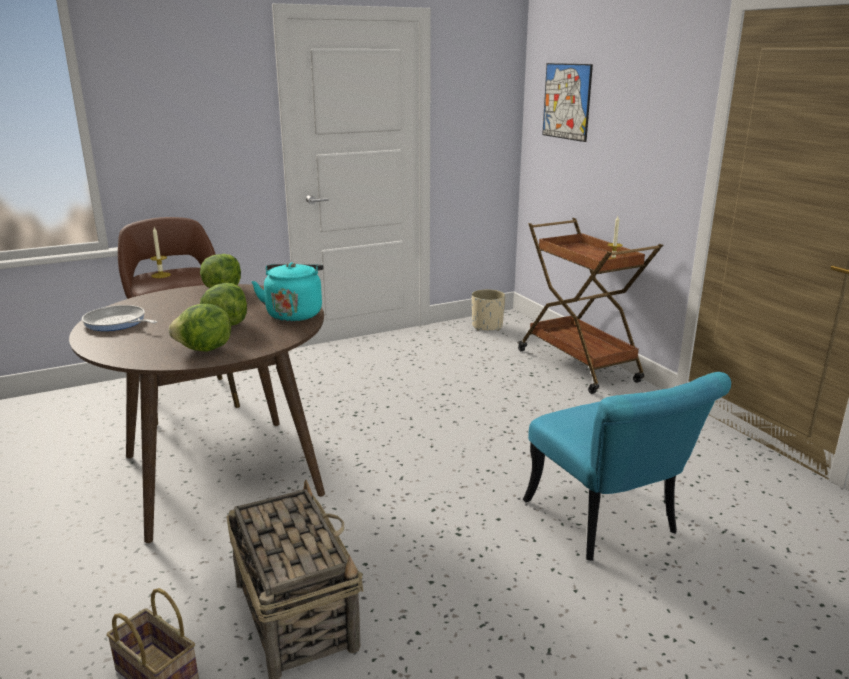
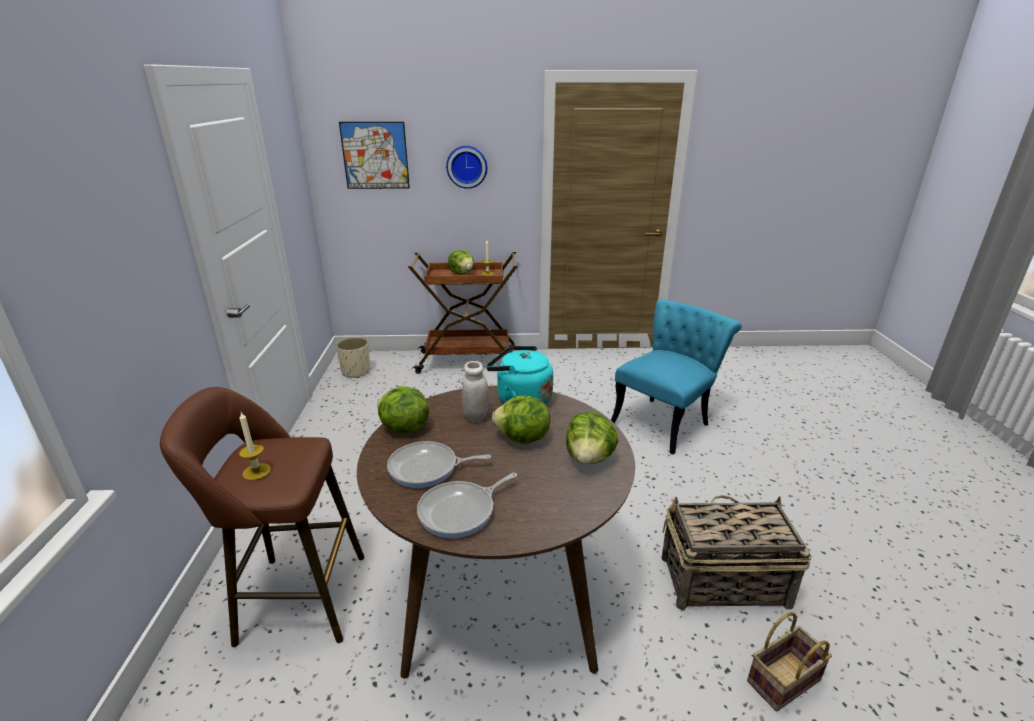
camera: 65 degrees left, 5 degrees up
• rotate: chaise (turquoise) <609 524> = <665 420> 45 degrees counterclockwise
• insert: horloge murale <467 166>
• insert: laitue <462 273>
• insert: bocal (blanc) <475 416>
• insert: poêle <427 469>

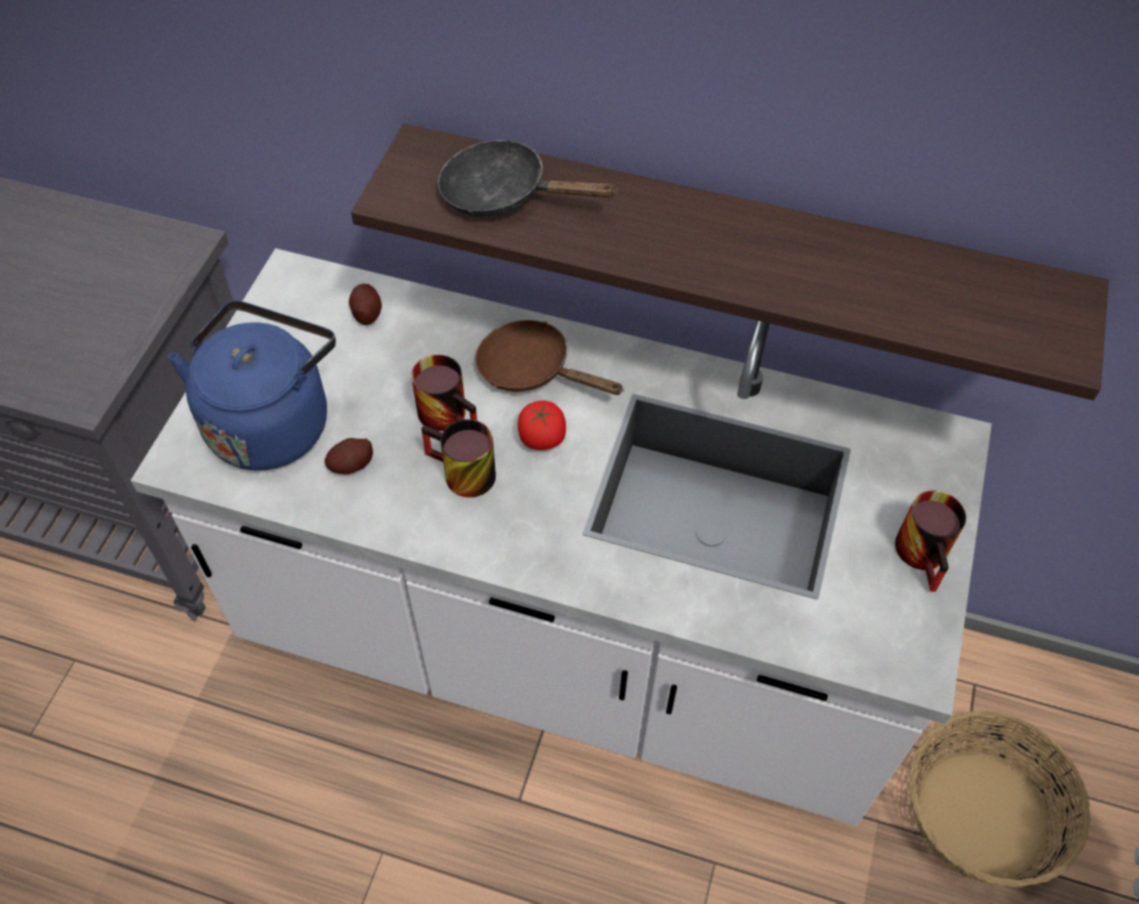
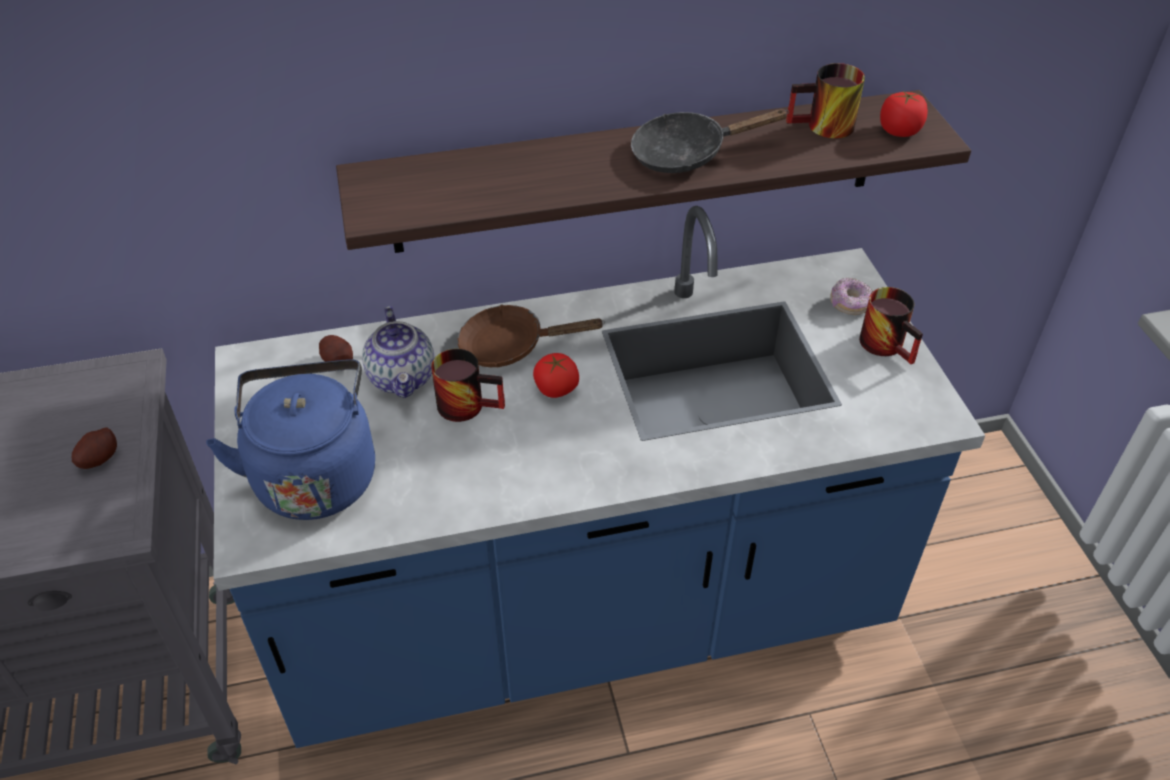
camera: 30 degrees left, 10 degrees down
• move: poêle (noir) <504 194> to <687 154>
• recolor: comptoir de cuisine (blanc) <567 643> to comptoir de cuisine (bleu) <585 612>
• move: mug <459 475> to <823 128>
• move: pomme de terre <351 465> to <99 459>
• delete: panier <980 812>
• insert: tomate <899 131>
• insert: beignet <849 304>
• insert: théière <403 378>

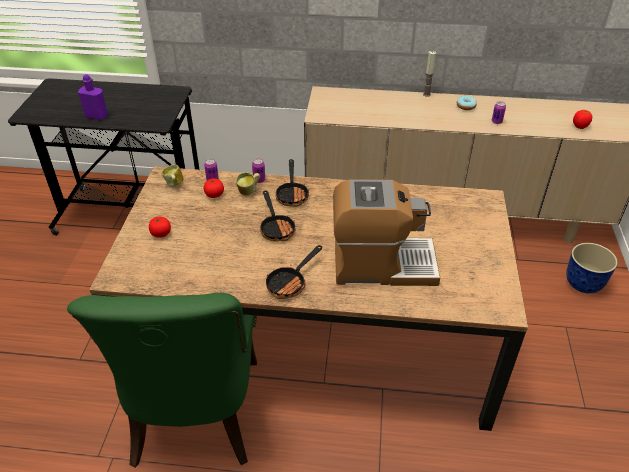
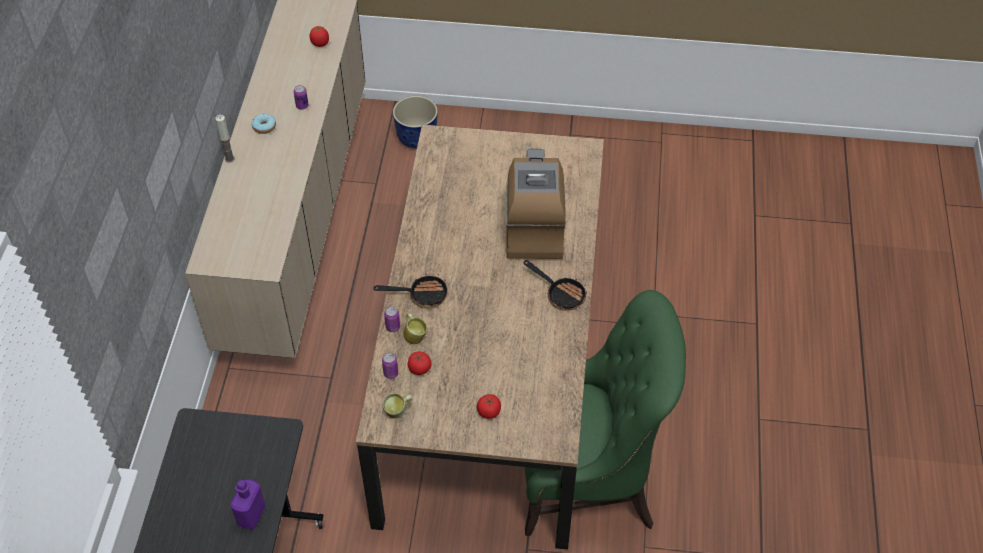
camera: 90 degrees left, 10 degrees up
• delete: poêle <276 228>

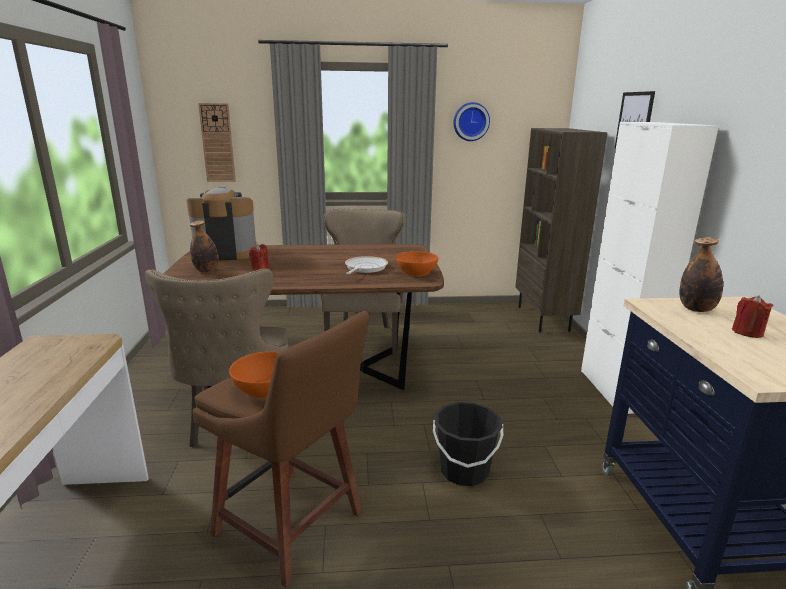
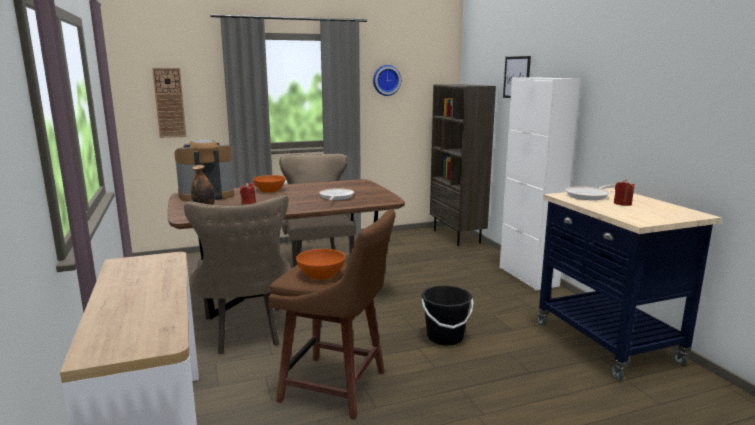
camera: 15 degrees left, 5 degrees down
• replace: bouteille <696 309> to poêle <589 195>
• move: bol (orange) <416 272> to <269 190>

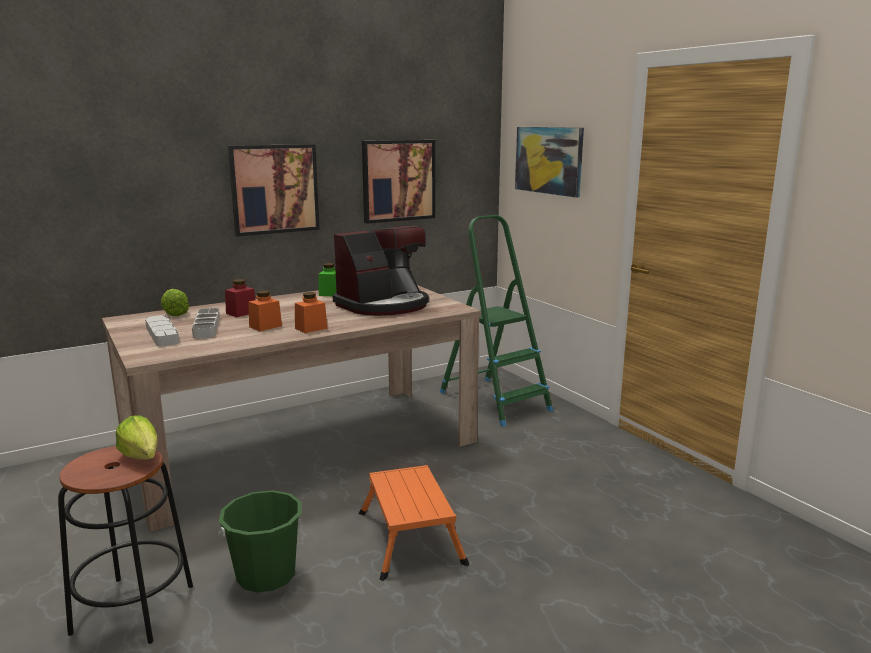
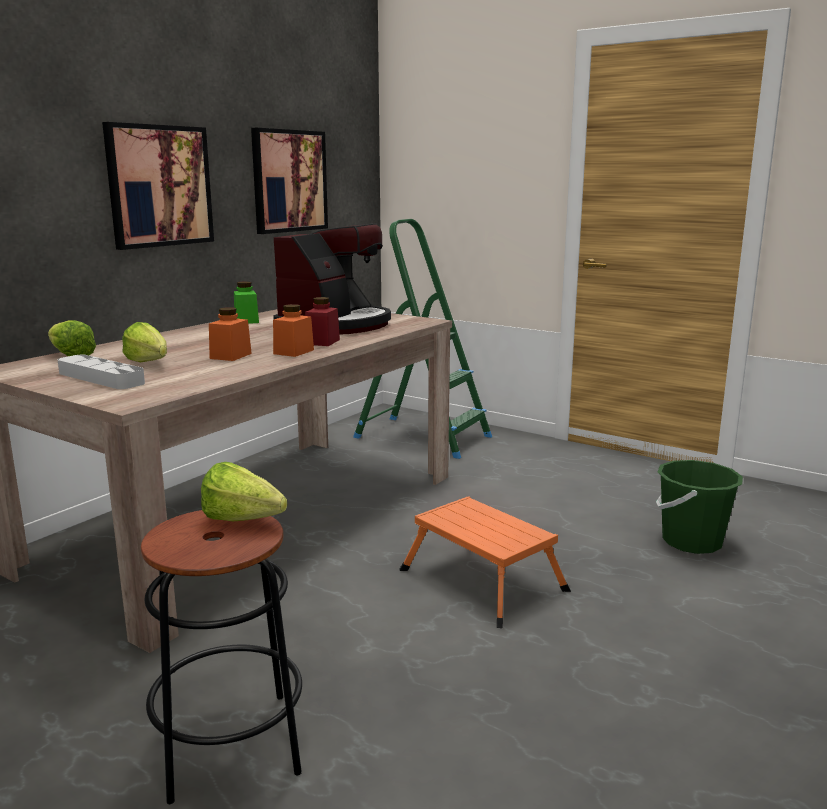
camera: 25 degrees left, 0 degrees up
• delete: tableau <549 160>
• move: bocal (rouge) <241 313> to <322 342>
• replace: plateau (gris) <207 327> to laitue <150 364>
• move: seau (vert) <266 575> to <691 541>

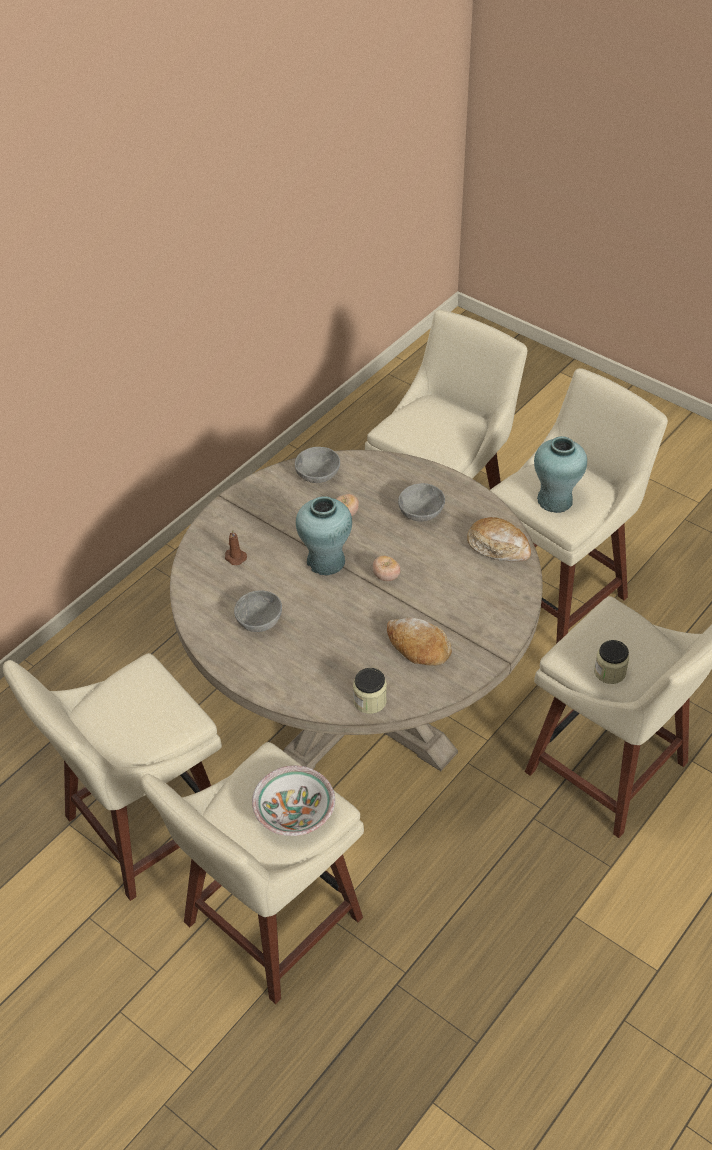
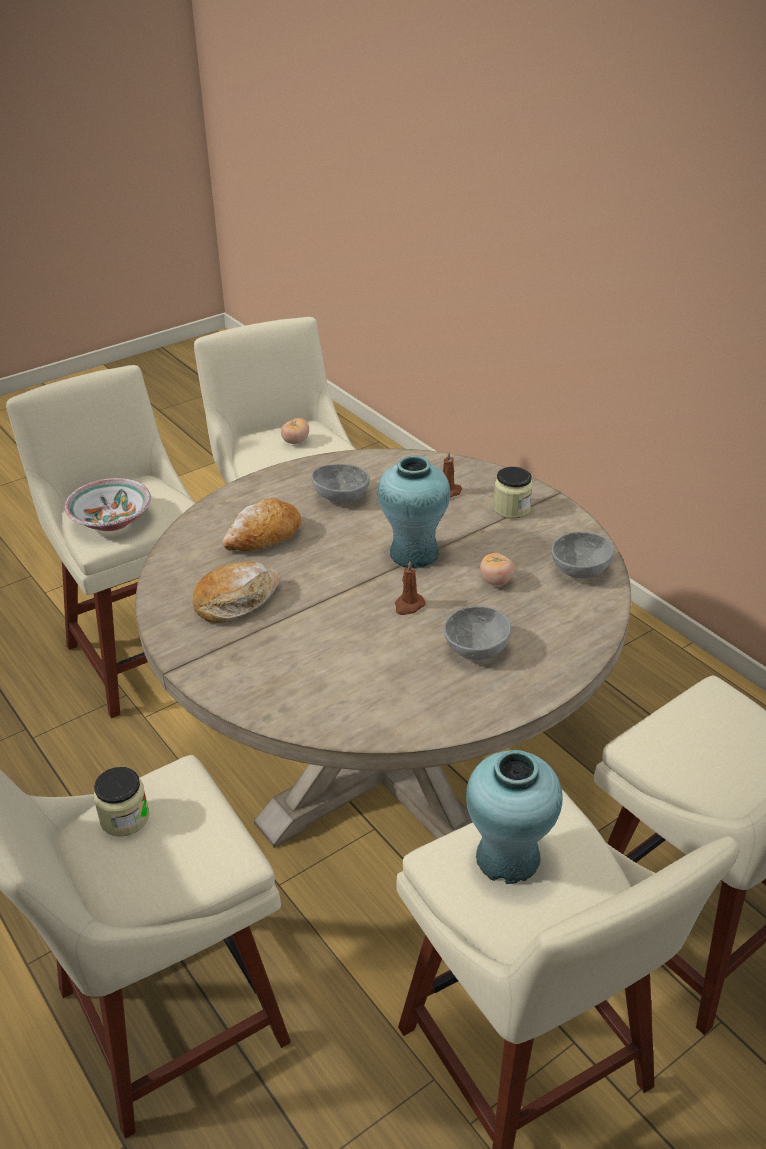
camera: 105 degrees right, 10 degrees down
• move: pain <498 547> to <264 537>
• move: tomate <386 576> to <295 441>
• move: bocal <369 701> to <512 508>
• insert: bougie (marron) <408 606>

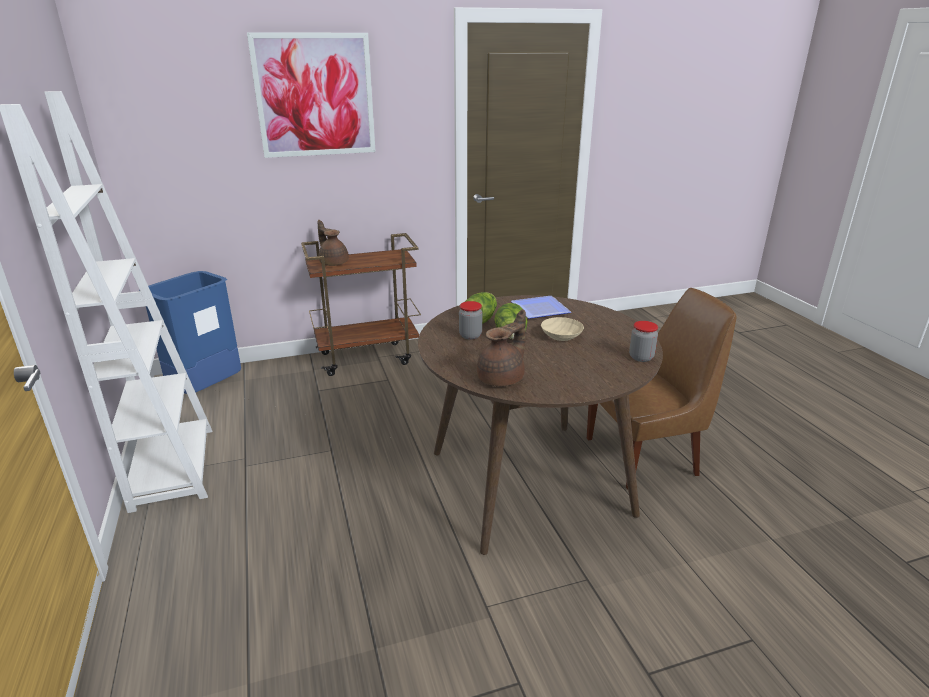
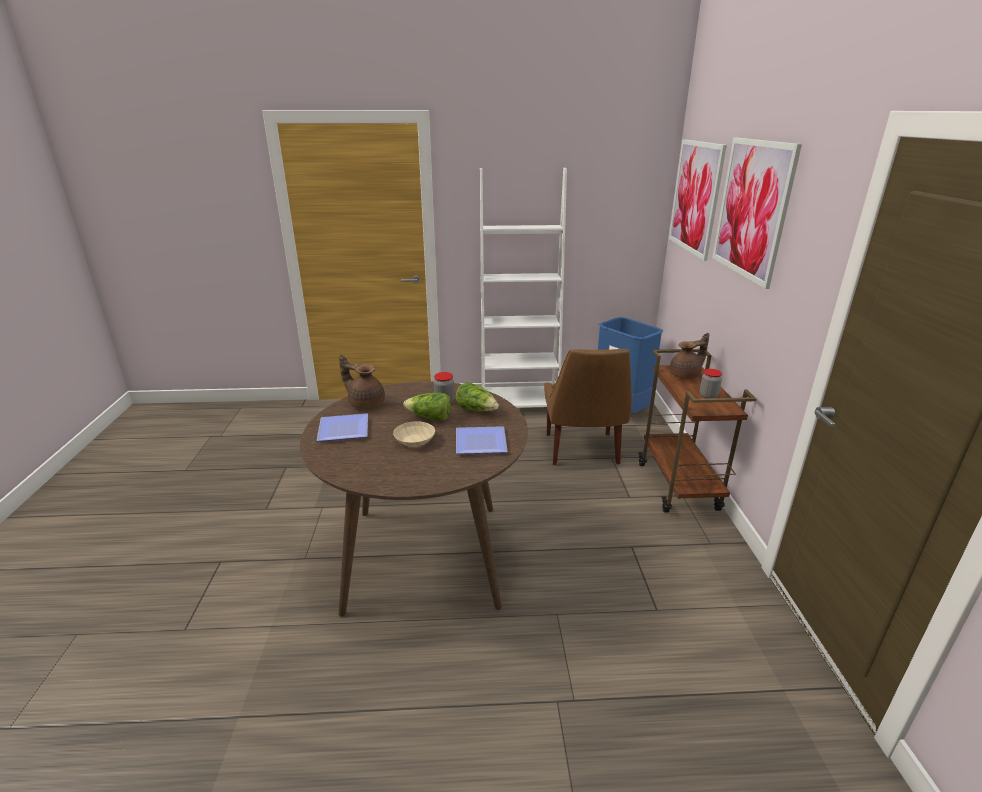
camera: 105 degrees right, 0 degrees up
• move: chaise (marron) <645 456> to <582 450>
• rotate: théière (marron) <502 378> = <365 403> 150 degrees clockwise
• move: bocal <641 357> to <708 396>
• insert: tableau <695 197>
• insert: assiette <345 430>

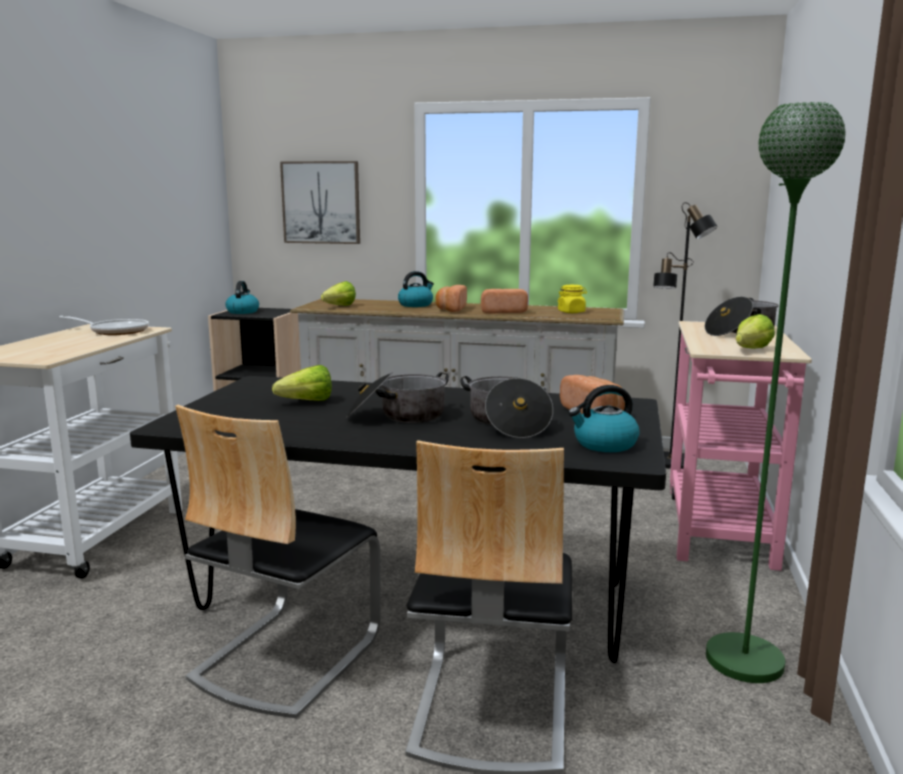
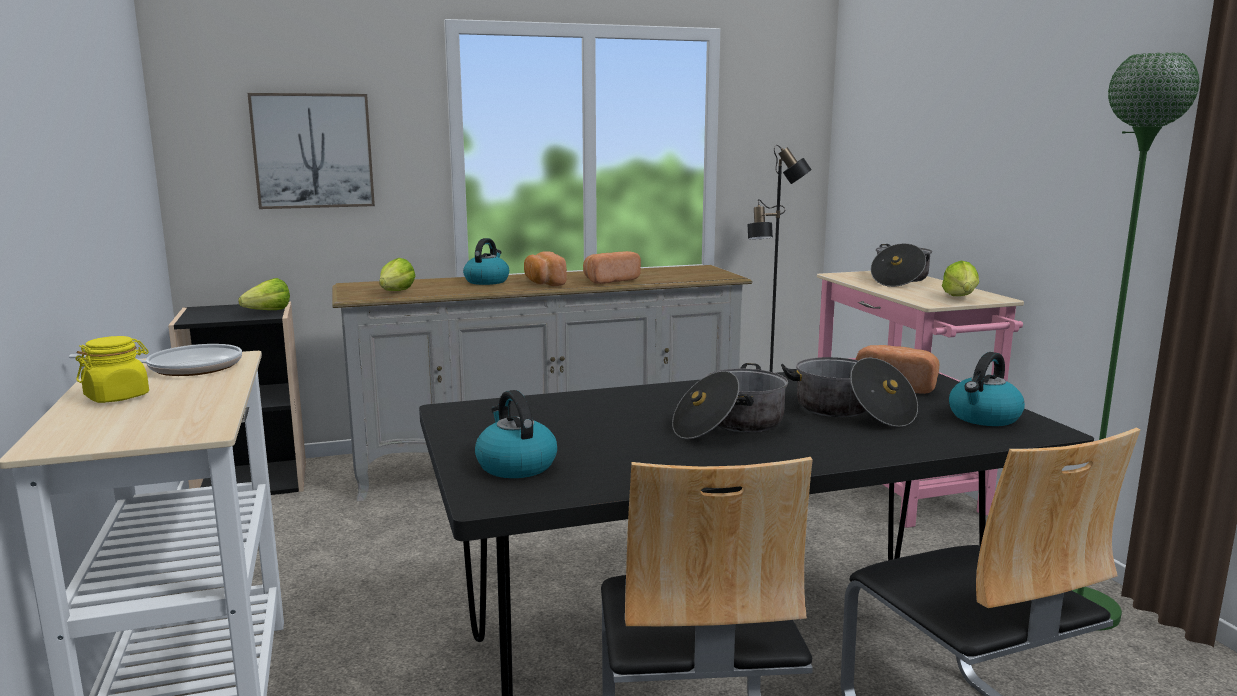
camera: 30 degrees left, 0 degrees up
• move: bouilloire <242 312> to <515 465>
• move: bocal (jaune) <571 312> to <117 397>
• move: laitue <301 402> to <263 312>

